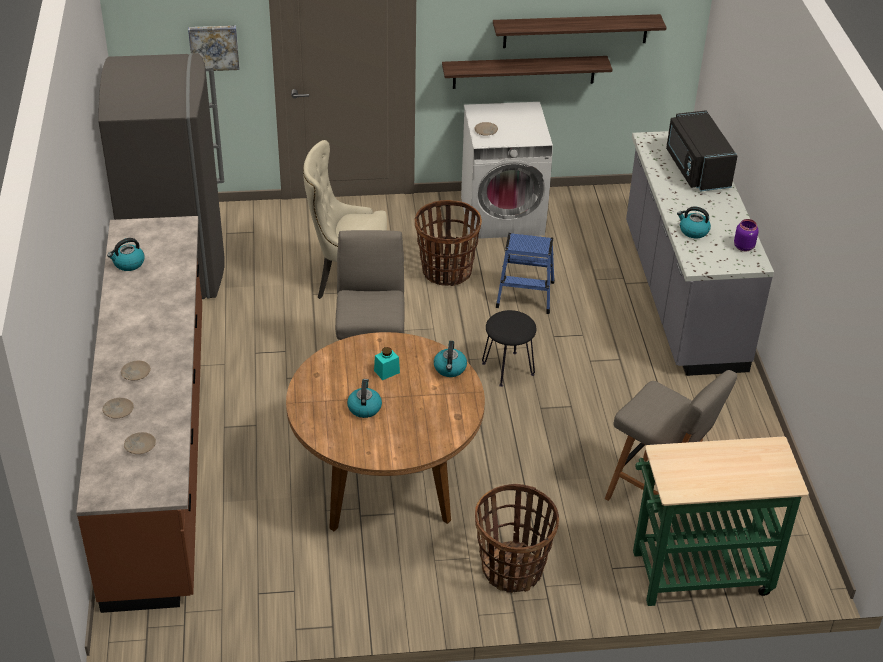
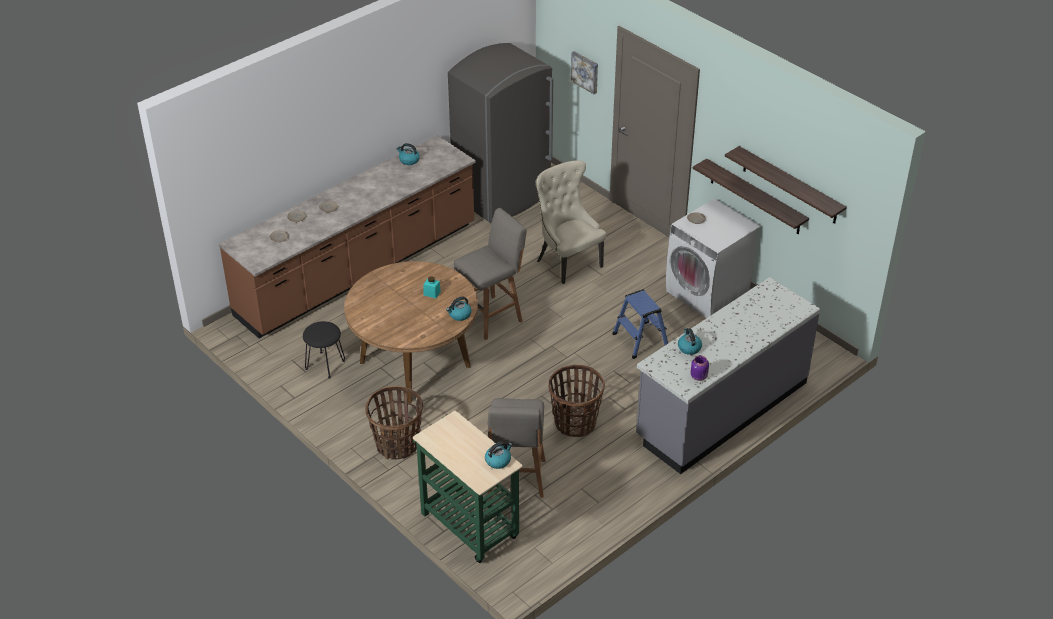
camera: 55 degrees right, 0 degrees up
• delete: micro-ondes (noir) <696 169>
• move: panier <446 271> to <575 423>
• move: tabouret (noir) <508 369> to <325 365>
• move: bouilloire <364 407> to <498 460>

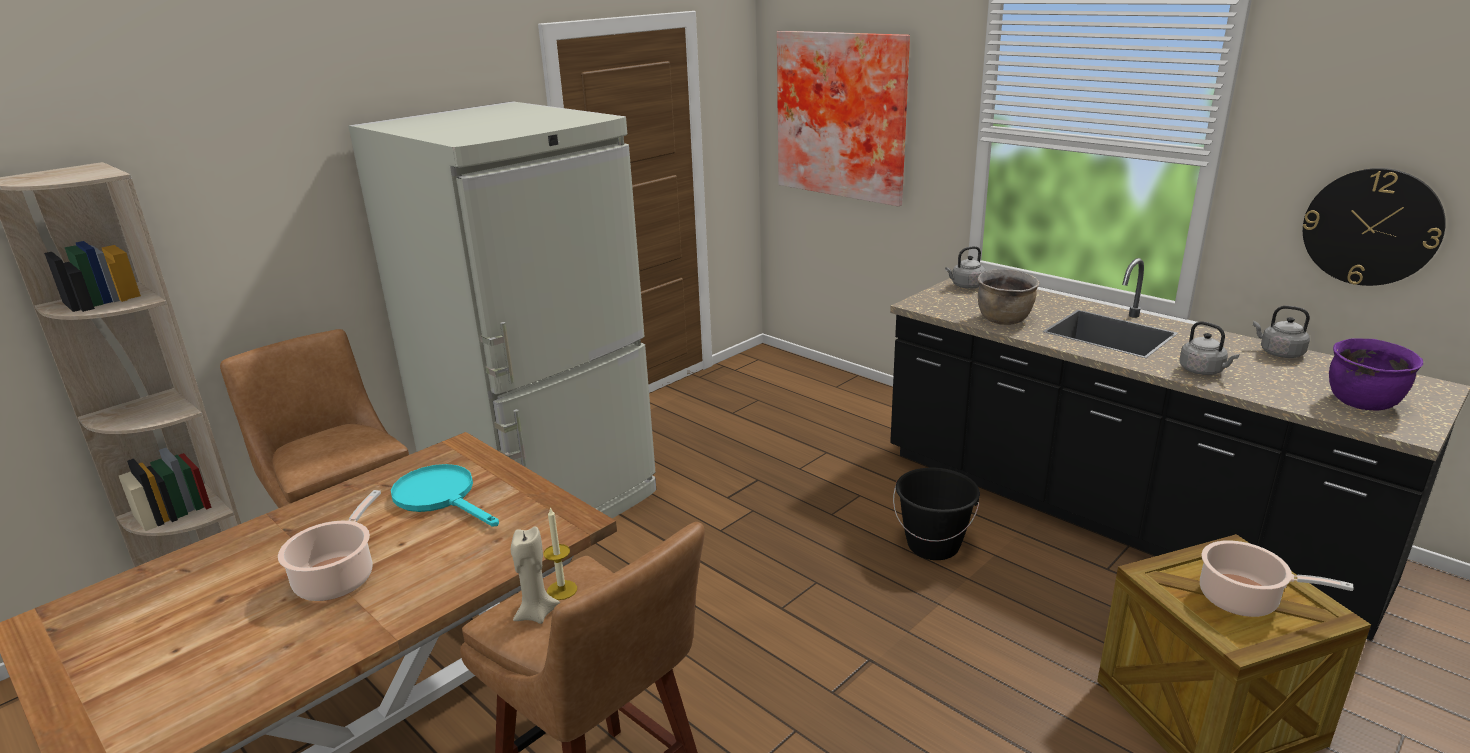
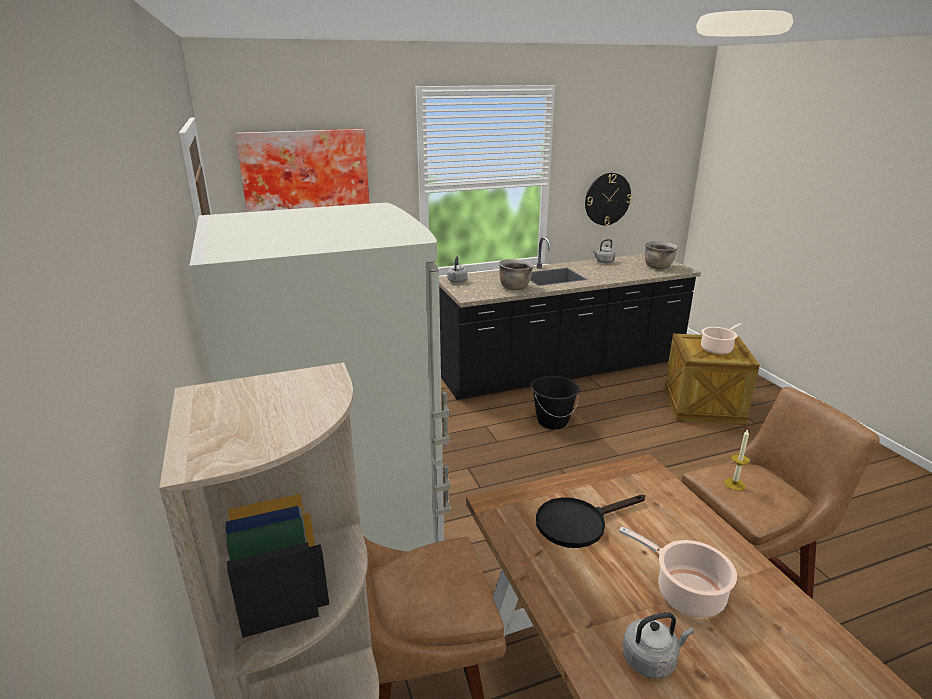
camera: 65 degrees left, 0 degrees up
• move: bouilloire (gris) <1203 371> to <651 659>
• recolor: marmite (violet) <1363 403> to marmite (marron) <658 267>
• recolor: poêle (turquoise) <441 497> to poêle (noir) <578 523>
• delete: bougie (beige) <536 613>

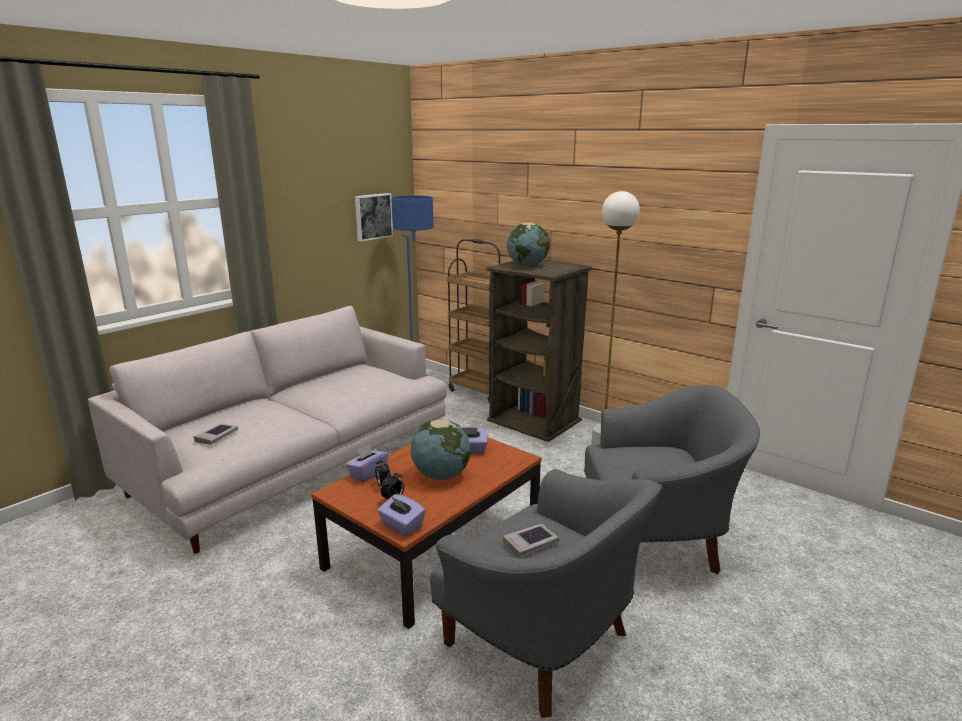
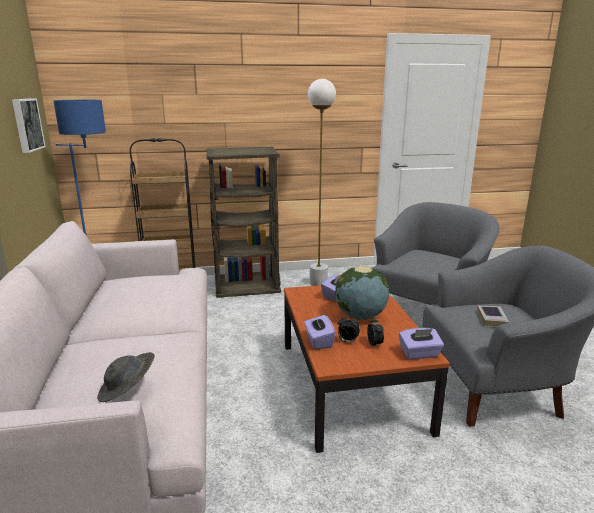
camera: 50 degrees left, 0 degrees up
• delete: globe <527 265>
• replace: livre <217 437> to chapeau (gris) <128 390>

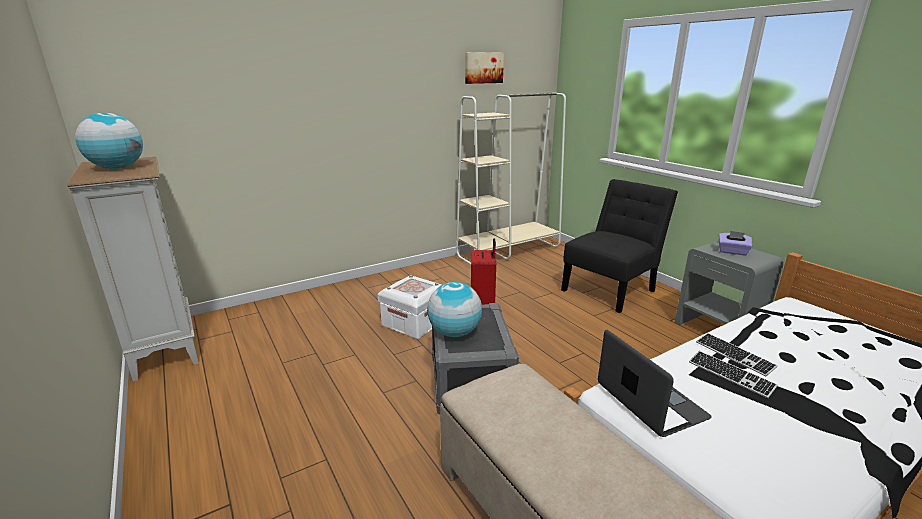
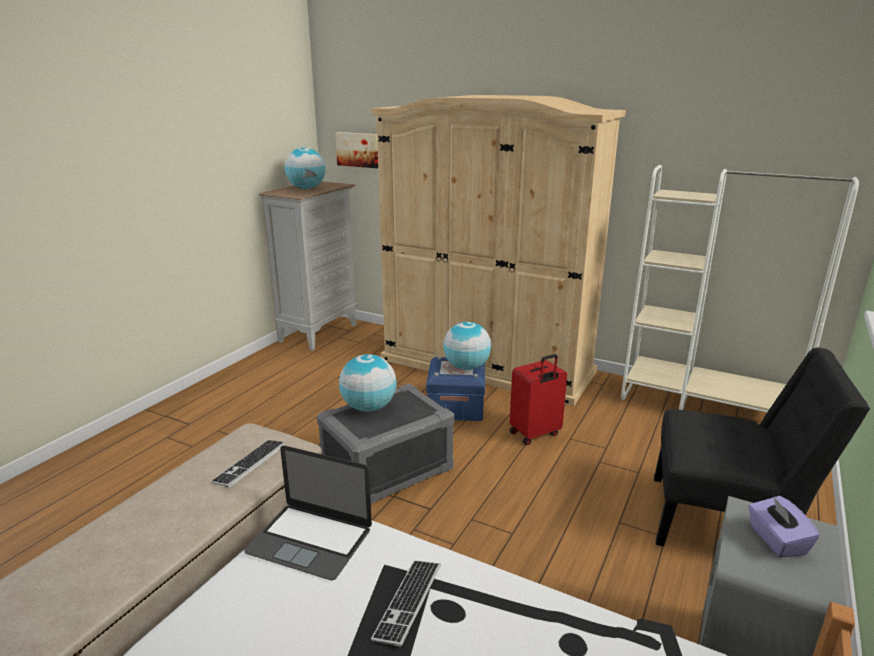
camera: 60 degrees right, 0 degrees up
• move: tableau <483 68> to <358 149>
• recolor: boîte de rangement (blanc) <414 322> to boîte de rangement (bleu) <456 407>
• rotate: ordinateur portable <650 401> = <310 540> 75 degrees clockwise
• move: clavier <734 355> to <249 464>
• insert: armoire (beige) <486 365>
• insert: globe <466 367>

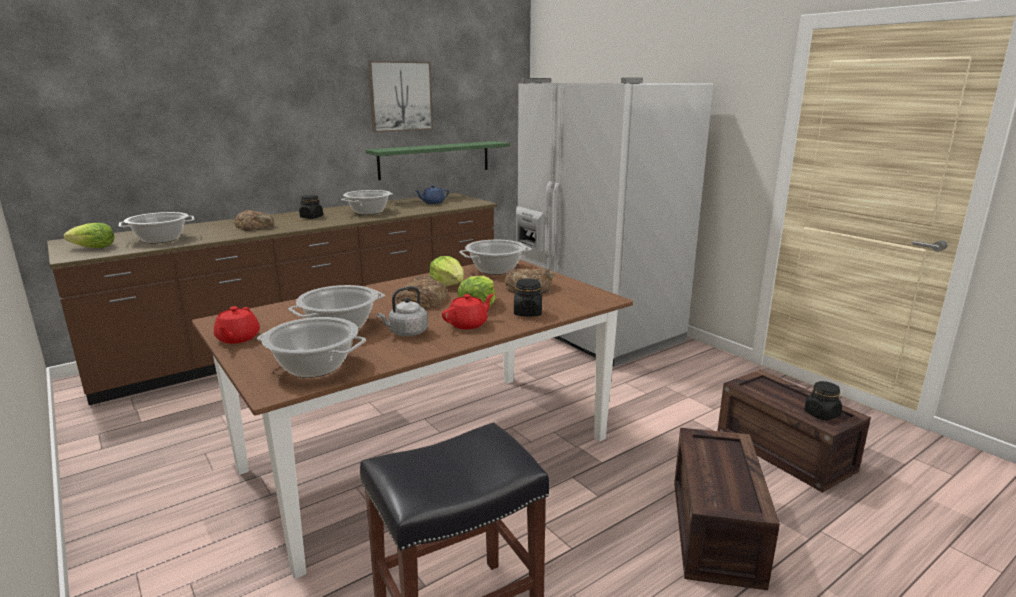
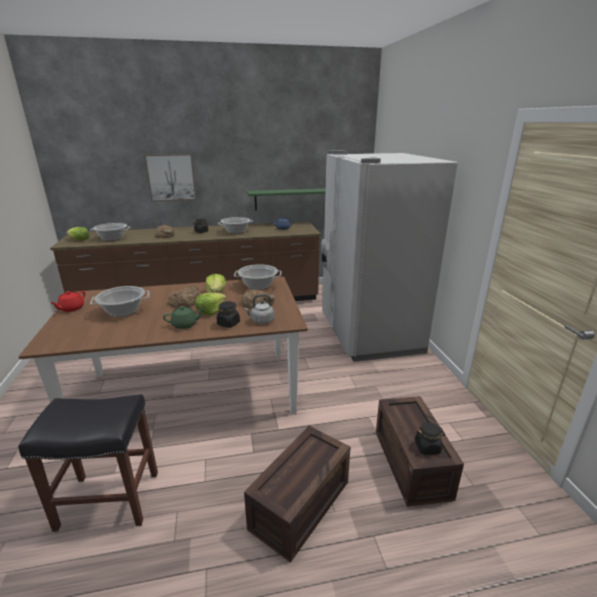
camera: 25 degrees right, 5 degrees up
• move: tableau <400 96> to <171 177>
• move: bouilloire (gris) <406 333> to <261 321>
• recolor: théière (rouge) <468 324> to théière (vert) <185 324>
• delete: marmite <314 367>

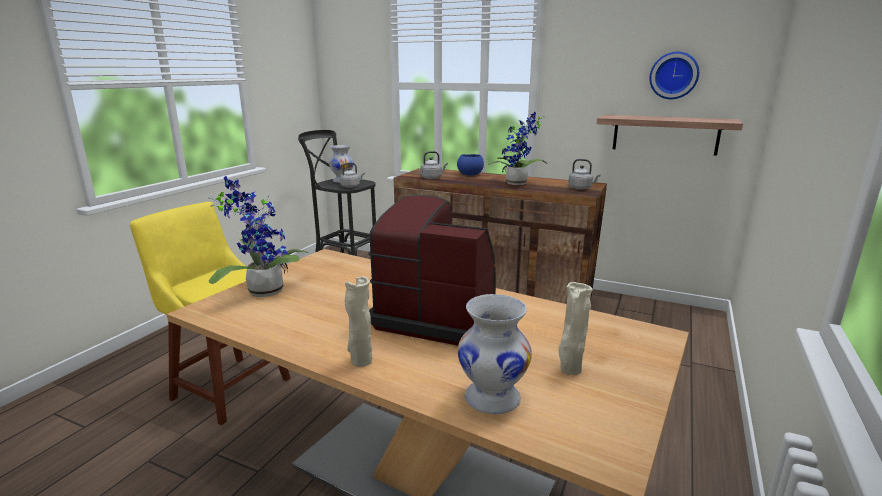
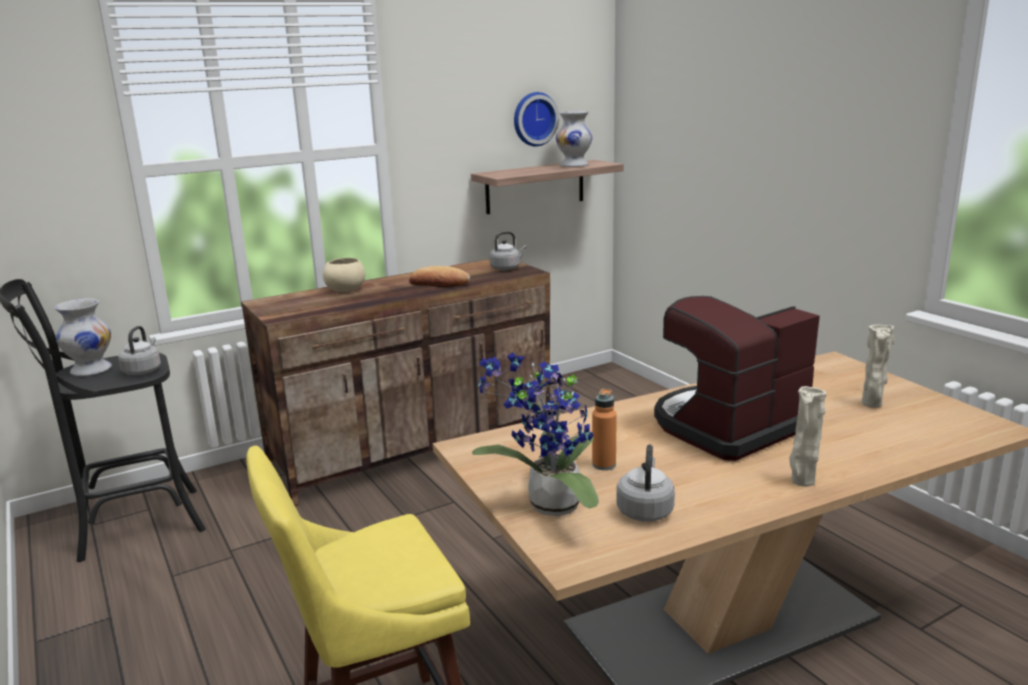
camera: 55 degrees left, 0 degrees up
• replace: plante en pot <518 184> to pain <439 283>
• move: bouilloire (gris) <432 178> to <645 510>
• recolor: bol (bleu) <470 174> to bol (beige) <346 290>
• move: vase (blanc) <491 397> to <573 165>
• insert: bouteille (orange) <604 465>

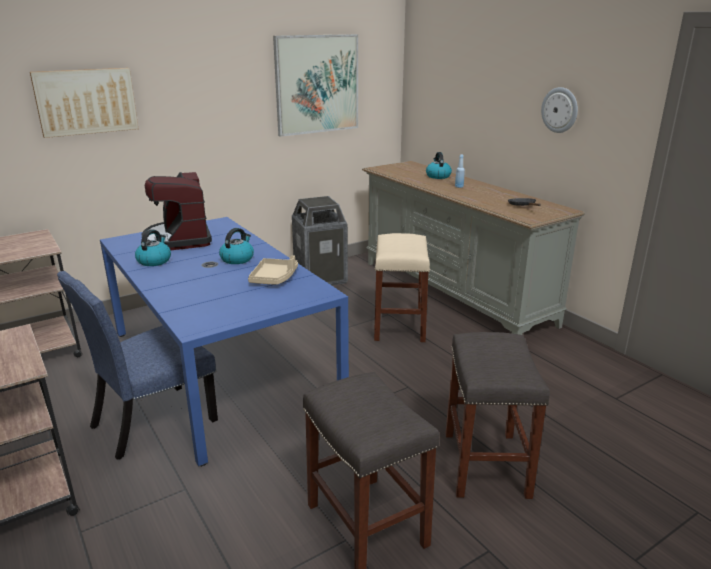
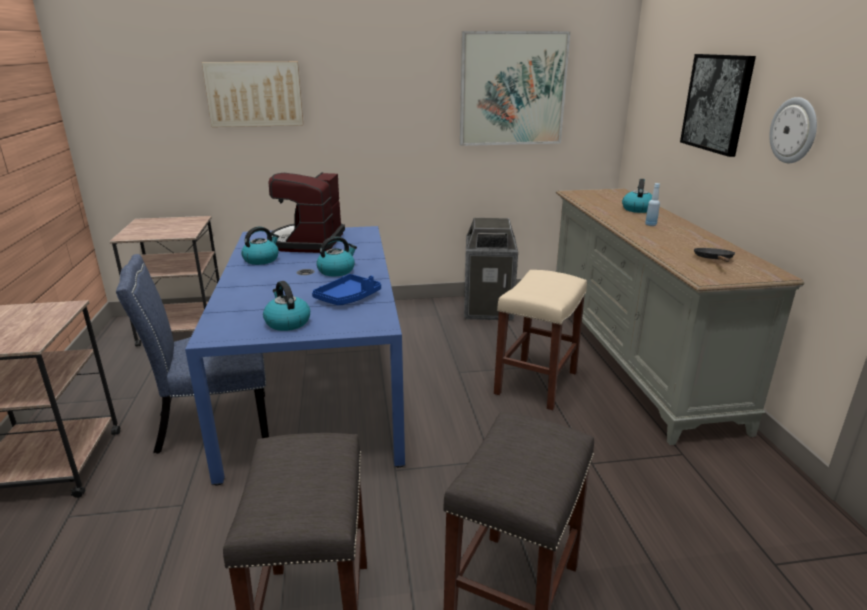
camera: 25 degrees right, 0 degrees up
• recolor: plateau (beige) <274 278> to plateau (bleu) <348 298>
• insert: tableau <717 103>
• insert: bouilloire <287 322>

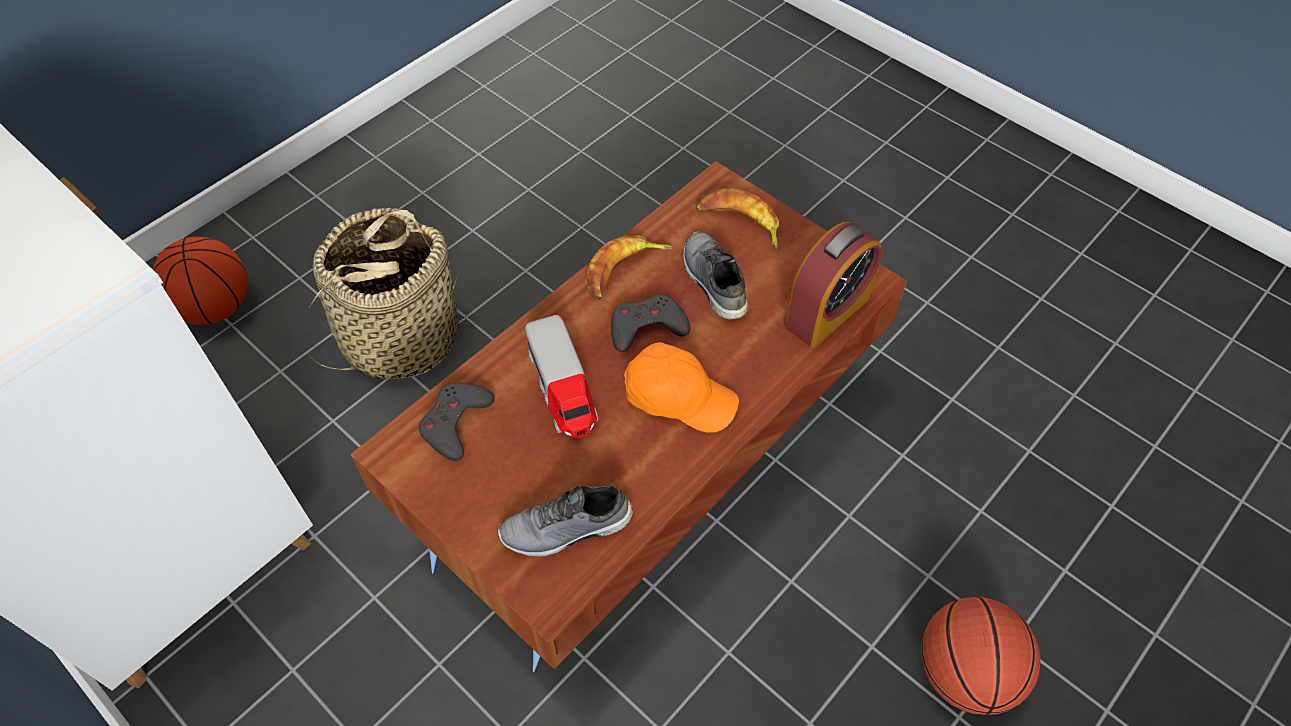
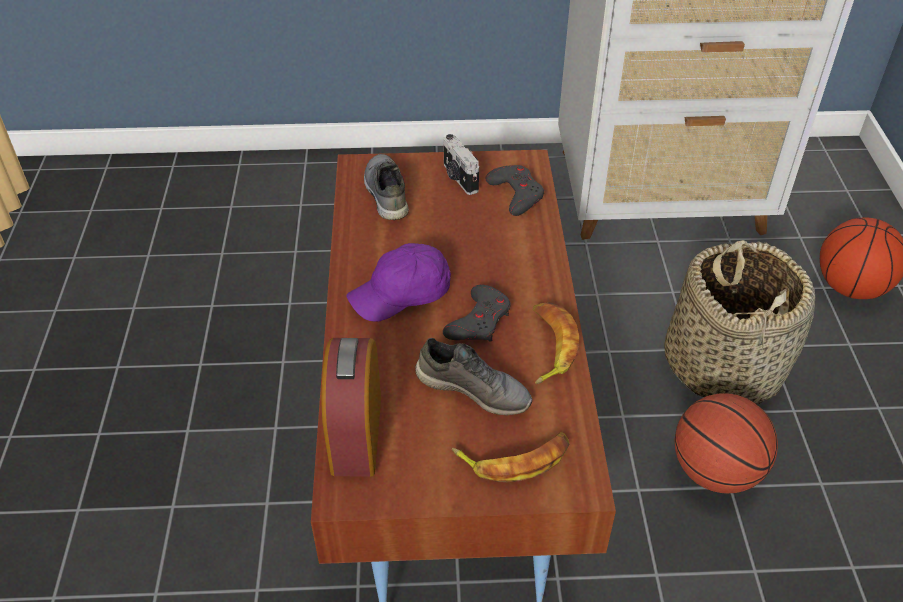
camera: 135 degrees right, 10 degrees down
• delete: camion jouet <563 389>
• recolor: casquette (orange) <679 397> to casquette (violet) <402 295>
• rotate: chaussure (gris) <566 529> = <385 194> 45 degrees counterclockwise
• move: ballon de basket <965 673> to <715 471>
• insert: appareil photo <459 178>

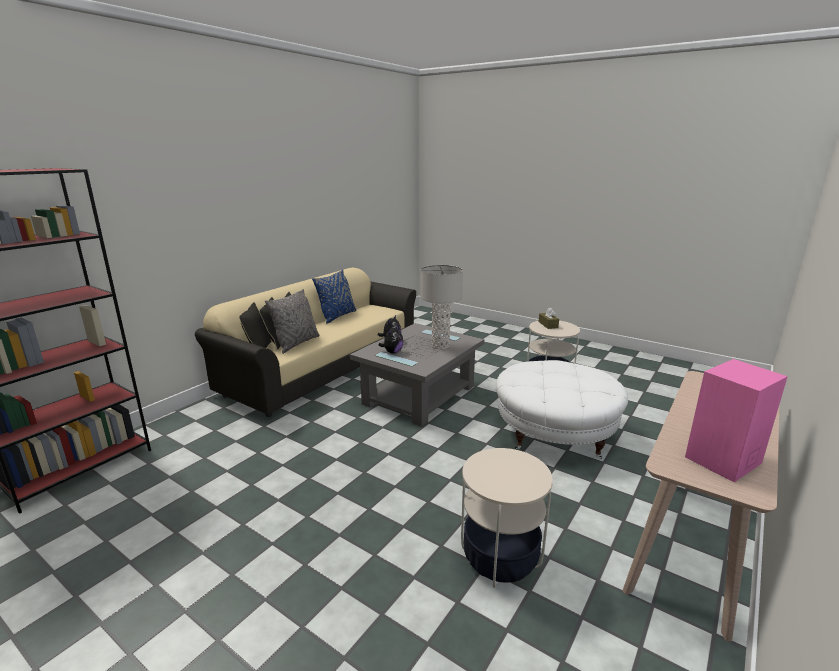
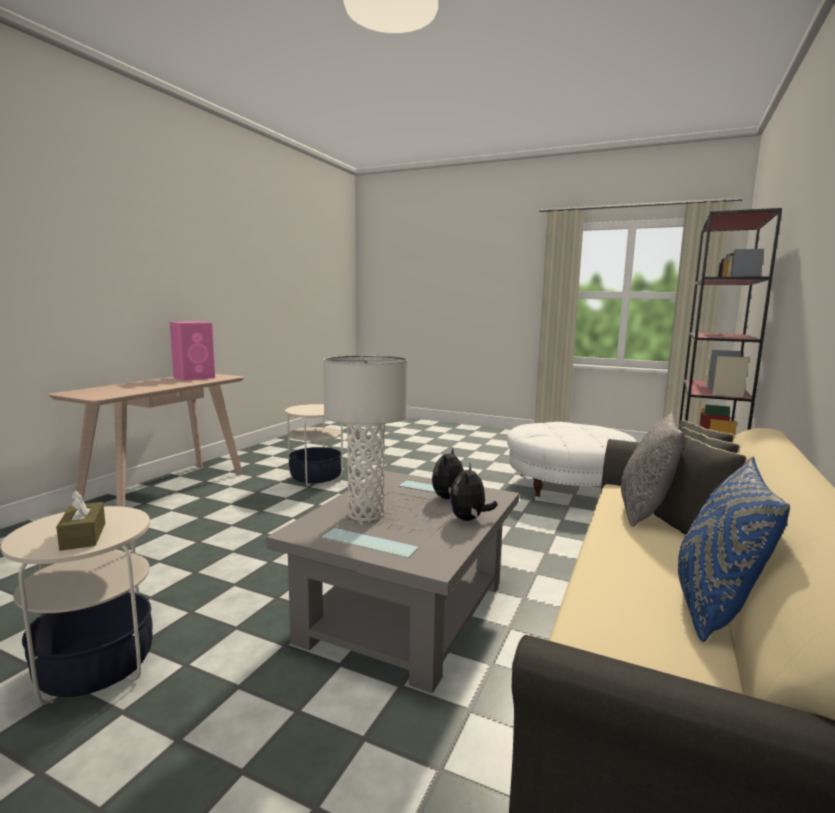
camera: 170 degrees right, 10 degrees down
• move: pouf (blanc) <555 432> to <567 489>

